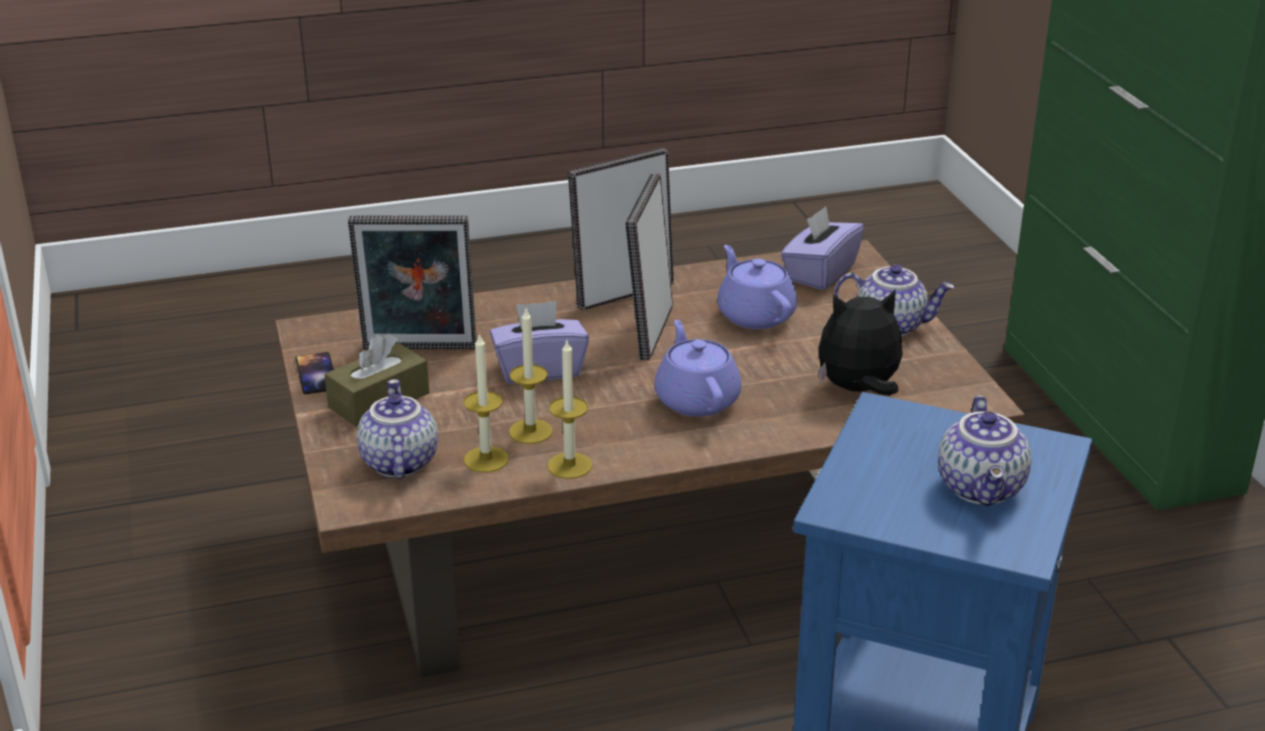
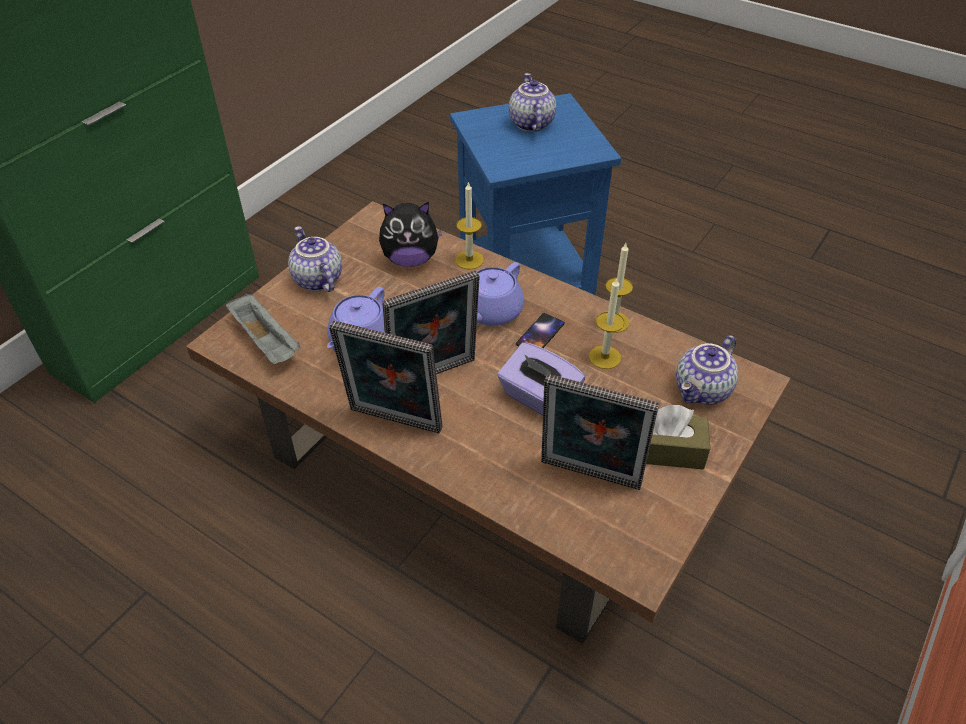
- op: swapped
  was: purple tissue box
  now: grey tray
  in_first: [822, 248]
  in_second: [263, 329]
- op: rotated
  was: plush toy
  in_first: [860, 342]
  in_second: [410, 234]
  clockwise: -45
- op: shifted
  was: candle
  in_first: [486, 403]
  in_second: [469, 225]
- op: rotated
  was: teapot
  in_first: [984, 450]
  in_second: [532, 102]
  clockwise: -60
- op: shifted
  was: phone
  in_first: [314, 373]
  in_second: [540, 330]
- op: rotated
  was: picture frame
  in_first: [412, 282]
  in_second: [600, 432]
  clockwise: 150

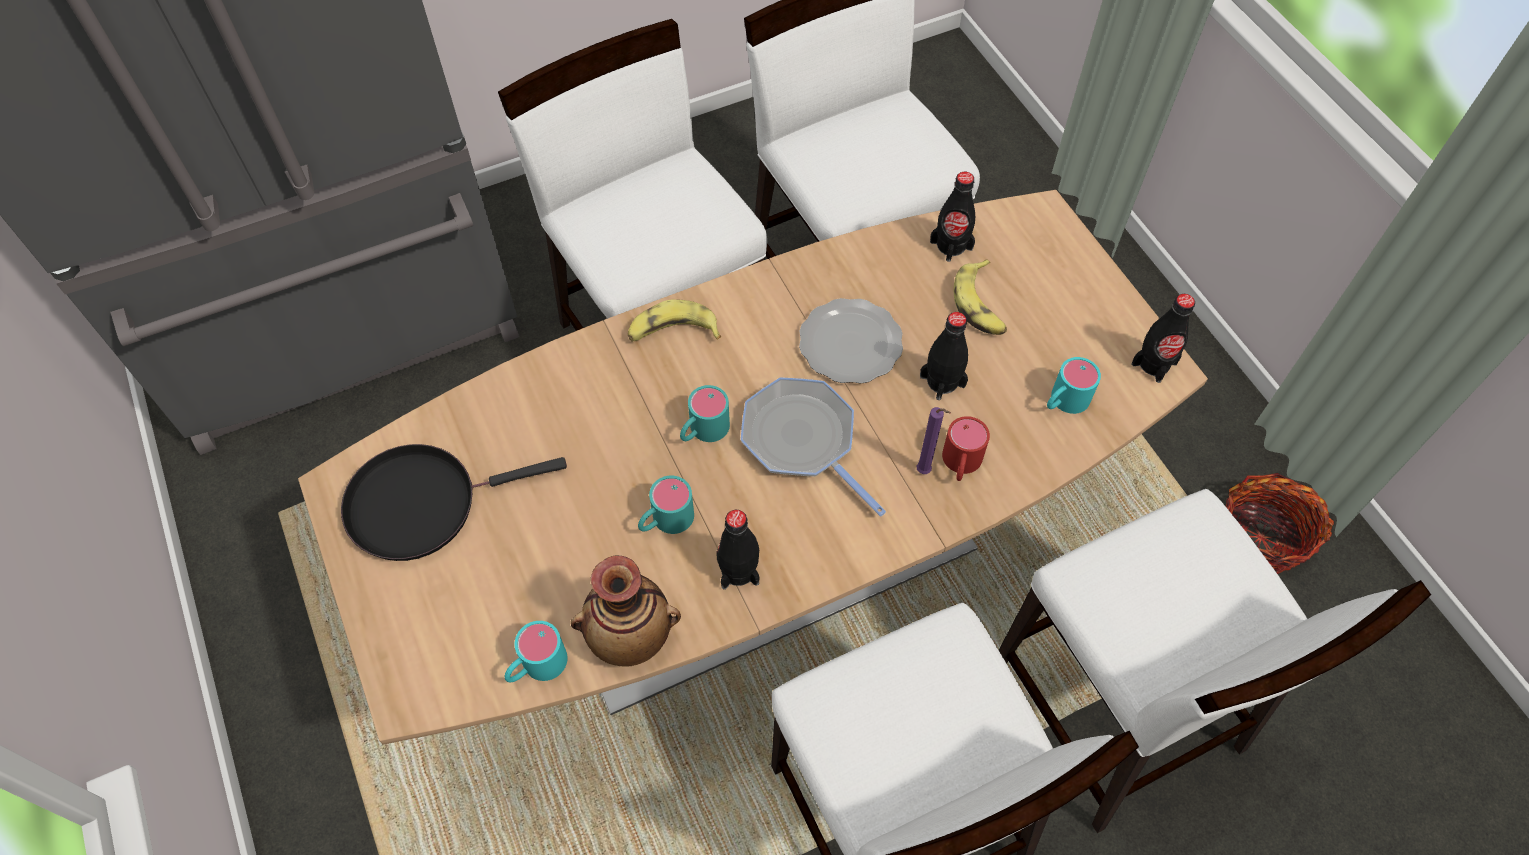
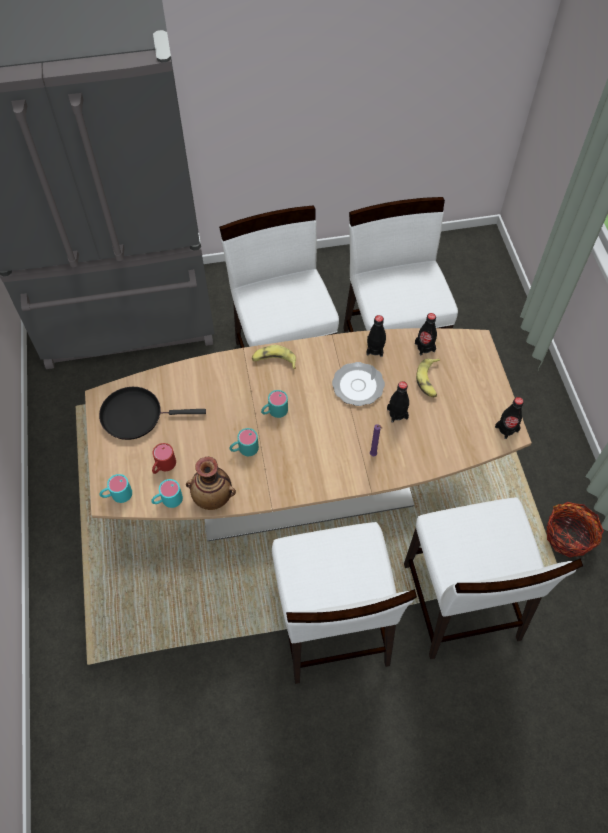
- op: shifted
  was: turquoise mug
  in_first: [1074, 385]
  in_second: [115, 488]
- op: shifted
  was: red mug
  in_first: [966, 448]
  in_second: [164, 458]
- op: shifted
  was: black bottle
  in_first: [737, 550]
  in_second: [376, 336]
- op: gone
  was: frying pan
  in_first: [813, 447]

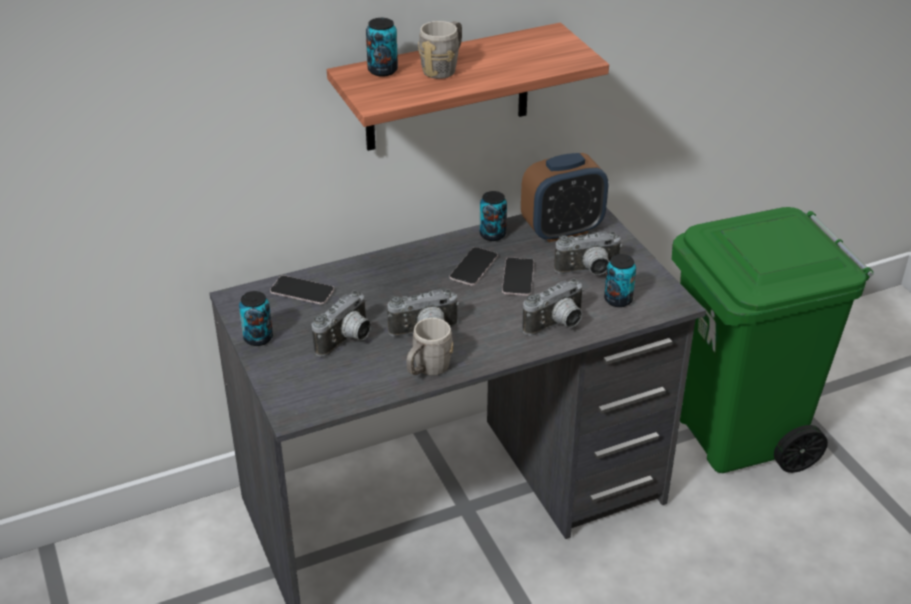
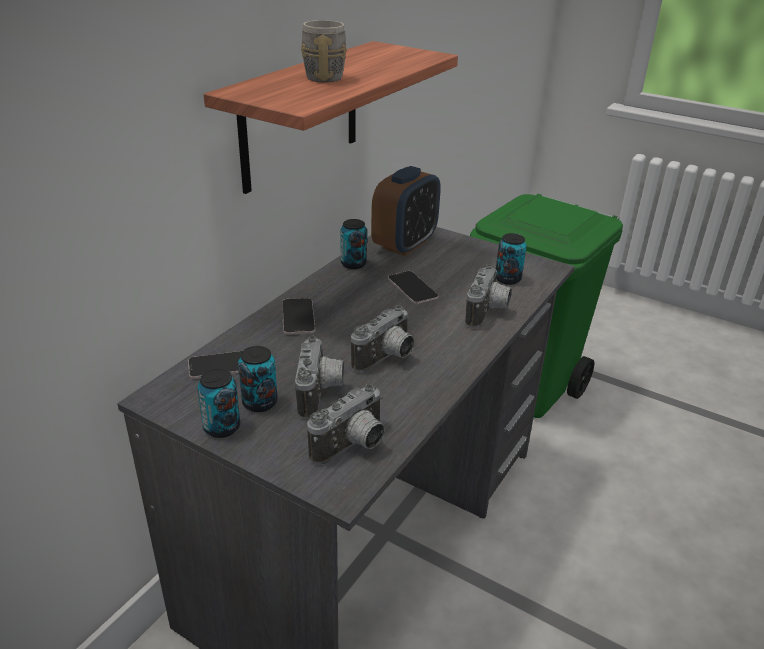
- op: shifted
  was: can
  in_first: [382, 47]
  in_second: [257, 379]
- op: shifted
  was: phone
  in_first: [474, 266]
  in_second: [298, 316]
- op: shifted
  was: photo camera
  in_first: [588, 253]
  in_second: [346, 424]
- op: gone
  was: grey mug
  in_first: [430, 347]

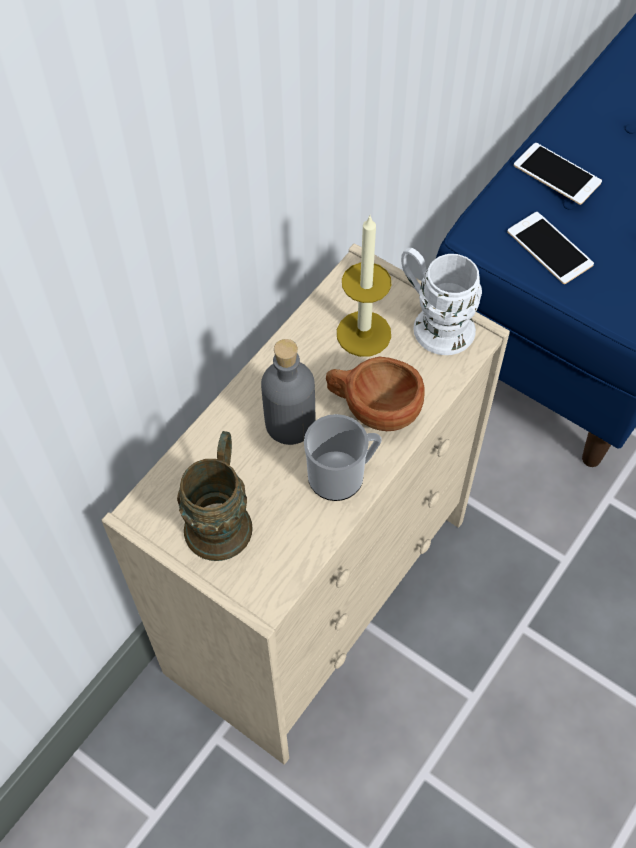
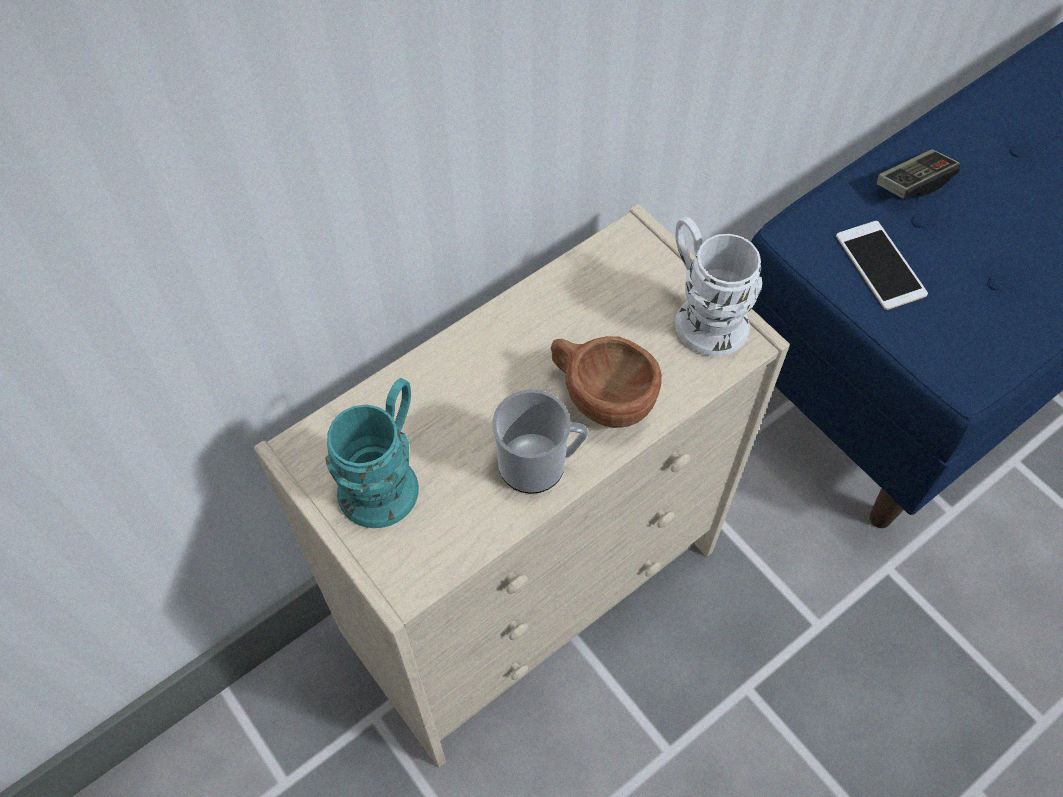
- op: repainted
  was: brown mug
  now: turquoise mug
  in_first: [215, 496]
  in_second: [372, 453]
- op: swapped
  was: phone
  now: game controller
  in_first: [558, 174]
  in_second: [918, 174]
- op: gone
  was: grey bottle
  in_first: [288, 392]
- op: gone
  was: candle
  in_first: [364, 285]

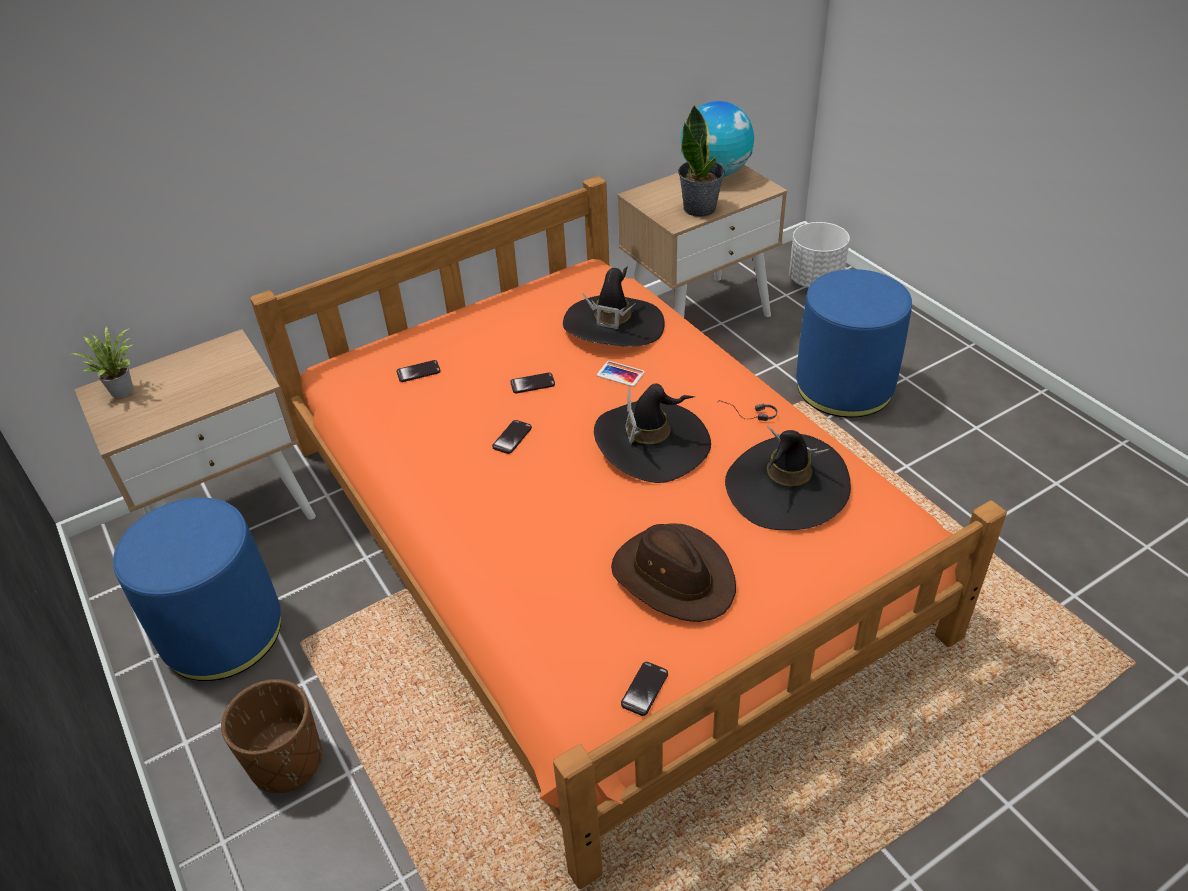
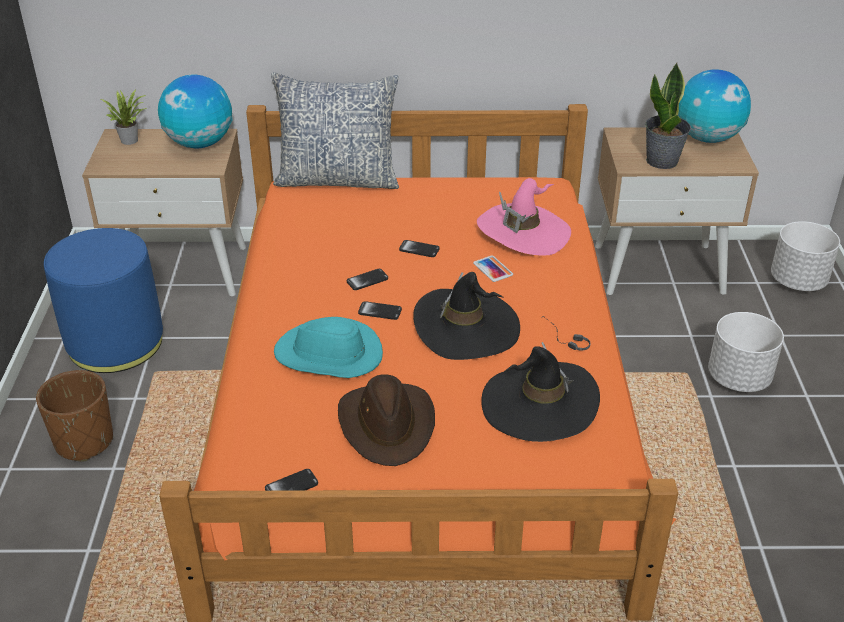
- op: new
  now: globe
  in_second: [195, 111]
- op: new
  now: pillow
  in_second: [335, 130]
- op: new
  now: turquoise hat
  in_second: [328, 347]
- op: shifted
  was: phone
  in_first: [418, 371]
  in_second: [380, 310]
- op: repainted
  was: black hat
  now: pink hat
  in_first: [614, 306]
  in_second: [524, 217]
- op: swapped
  was: blue ottoman
  now: white planter
  in_first: [854, 343]
  in_second: [746, 352]

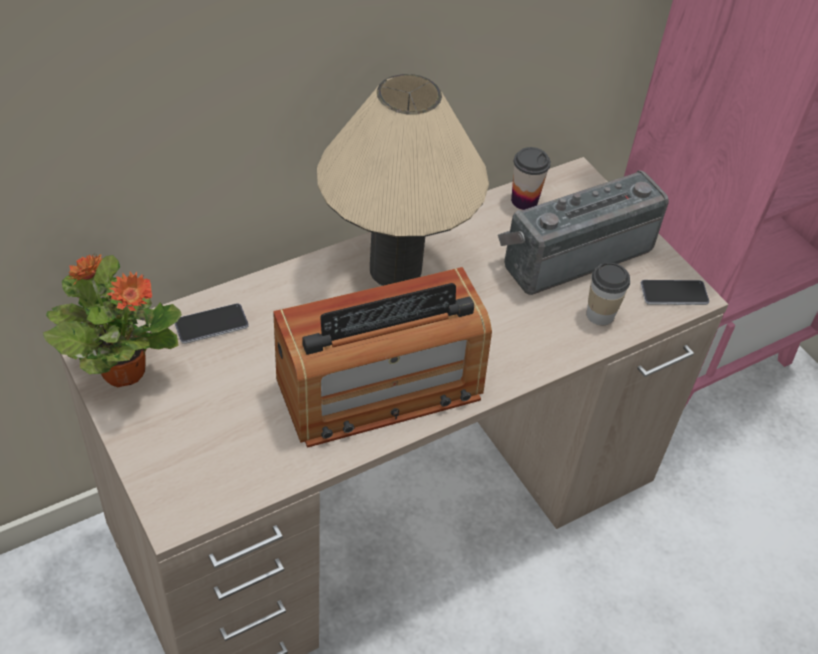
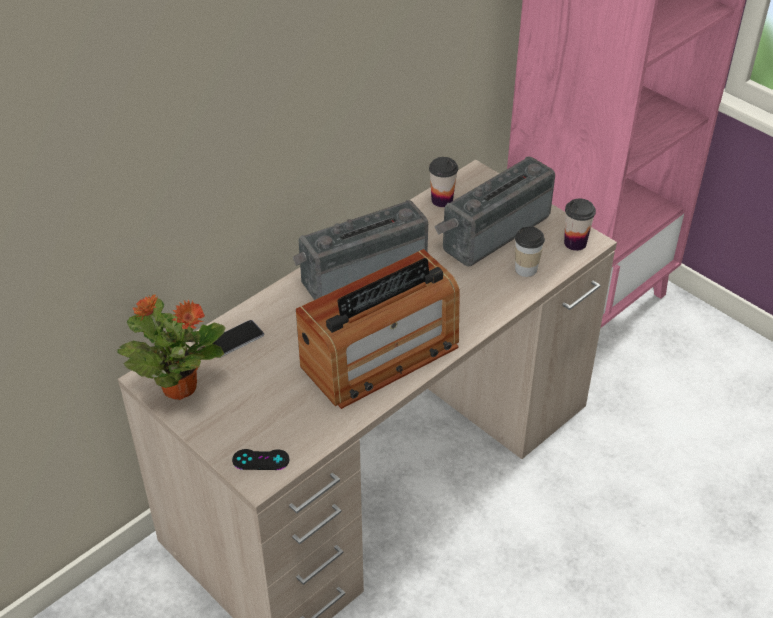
- op: new
  now: black game controller
  in_second: [260, 459]
- op: swapped
  was: beige table lamp
  now: radio
  in_first: [403, 180]
  in_second: [360, 250]
- op: swapped
  was: phone
  now: cup
  in_first: [674, 292]
  in_second: [580, 225]

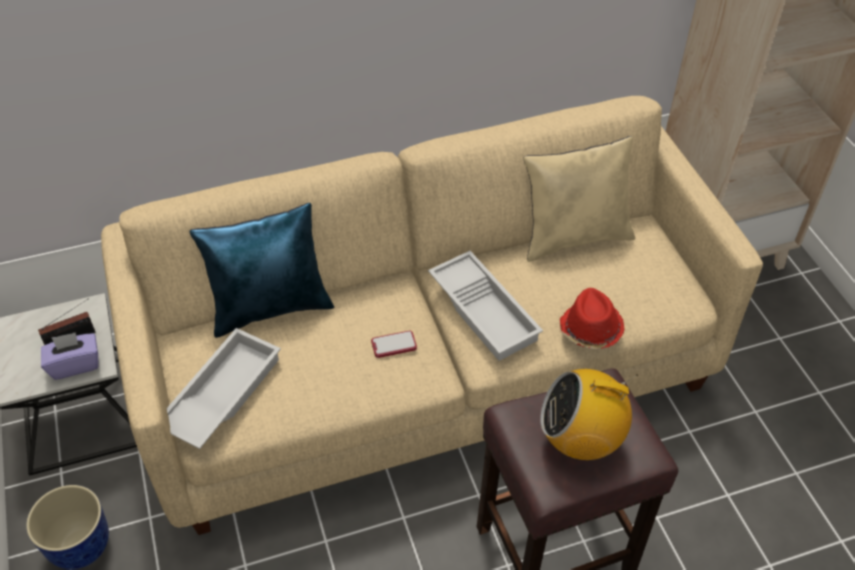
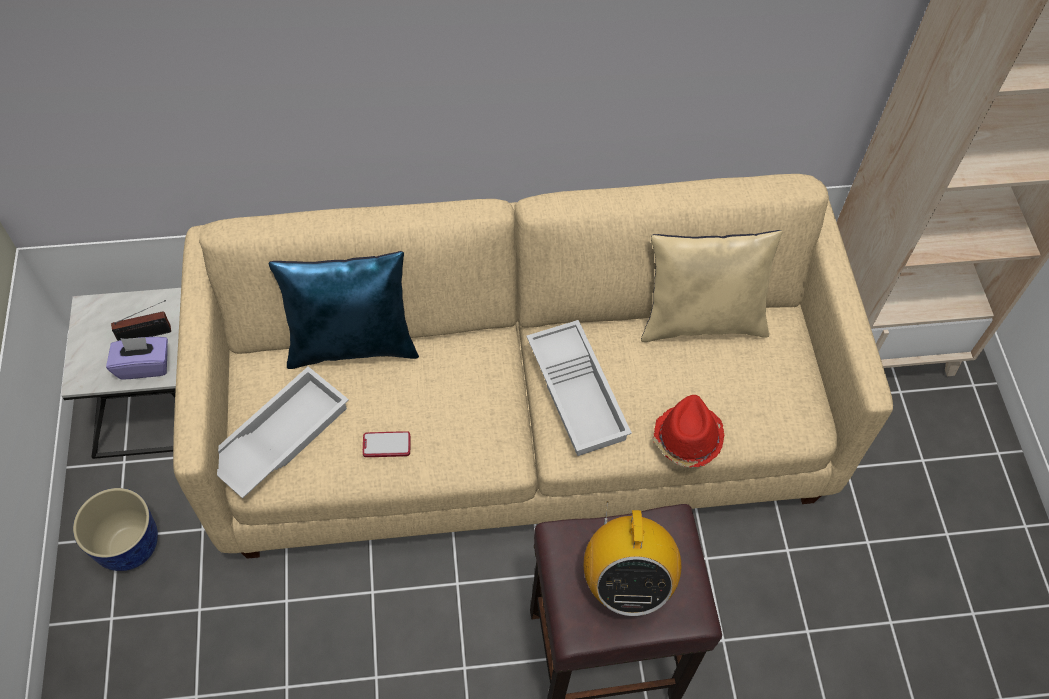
- op: shifted
  was: phone
  in_first: [394, 344]
  in_second: [386, 444]
- op: rotated
  was: radio
  in_first: [589, 414]
  in_second: [632, 558]
  clockwise: -105

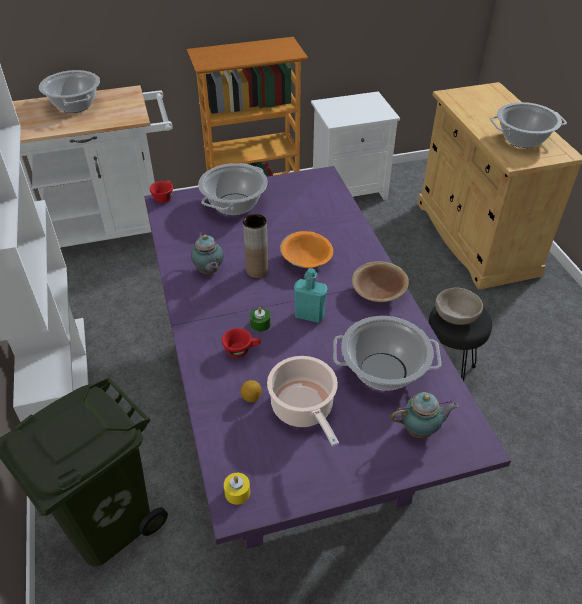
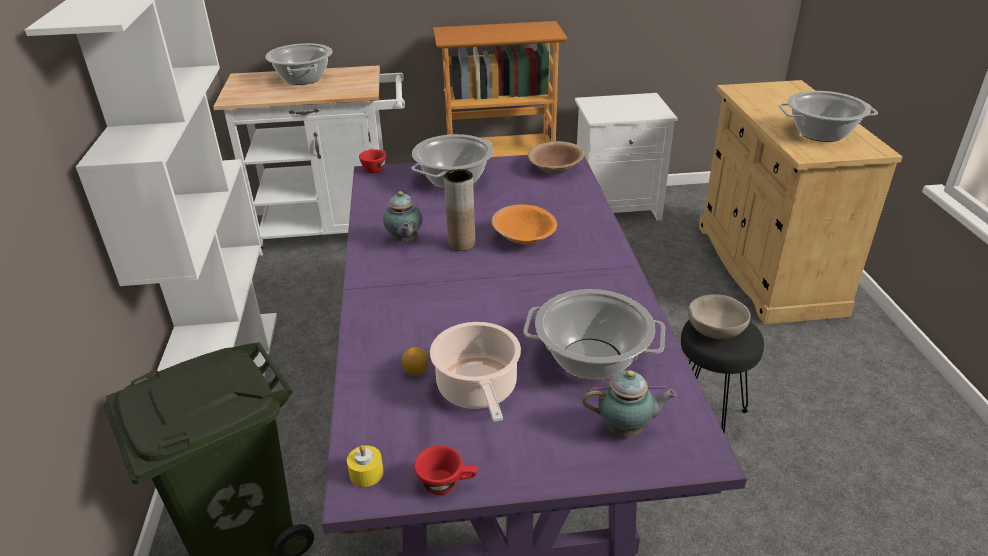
- op: shifted
  was: red cup
  in_first: [241, 343]
  in_second: [446, 470]
- op: shifted
  was: brown bowl
  in_first: [380, 281]
  in_second: [556, 157]
- op: gone
  was: green candle
  in_first: [260, 319]
- op: gone
  was: turquoise bottle
  in_first: [311, 295]

